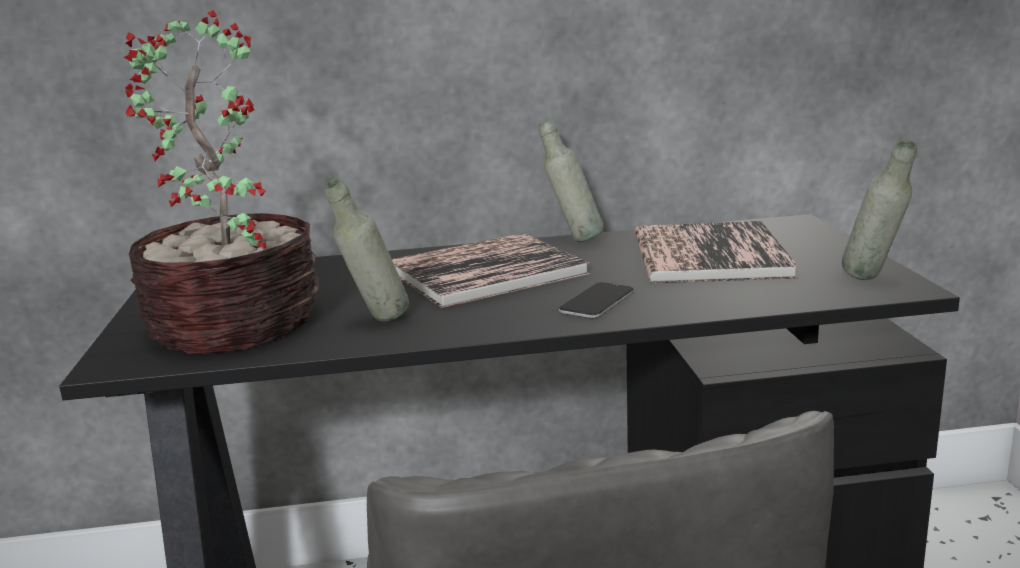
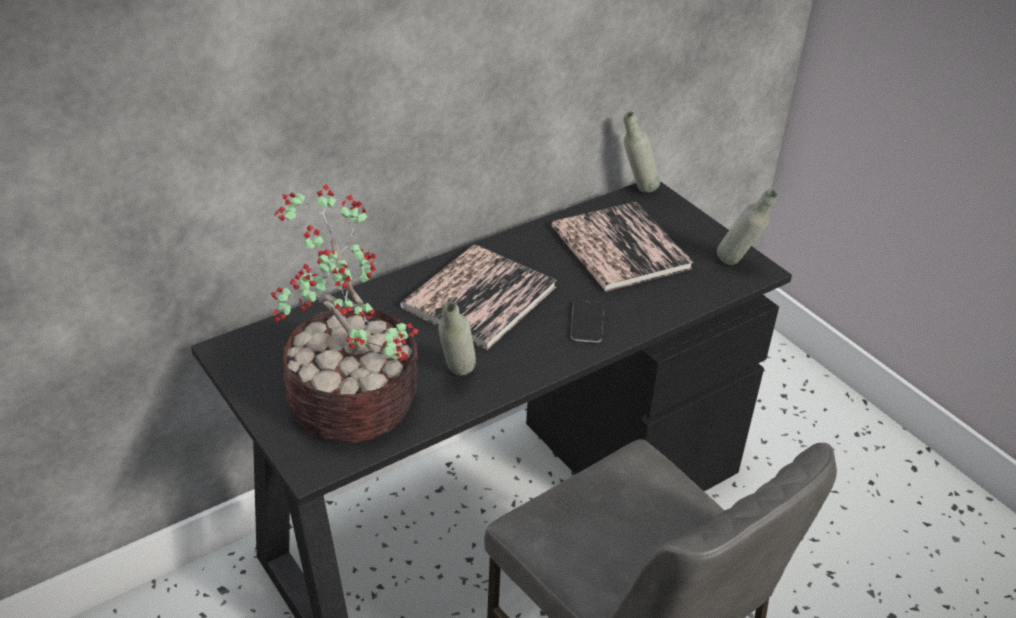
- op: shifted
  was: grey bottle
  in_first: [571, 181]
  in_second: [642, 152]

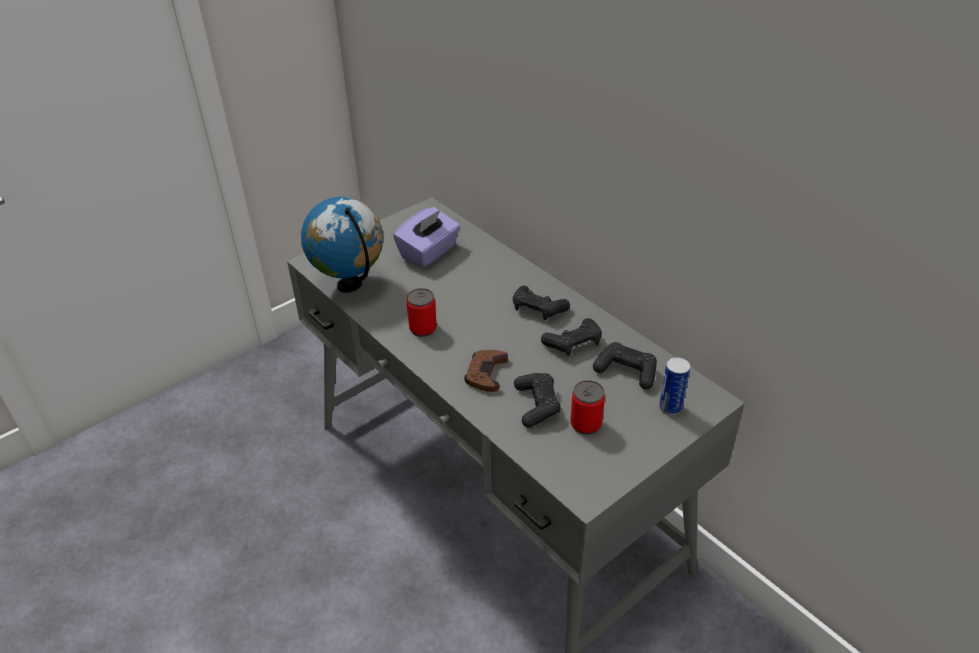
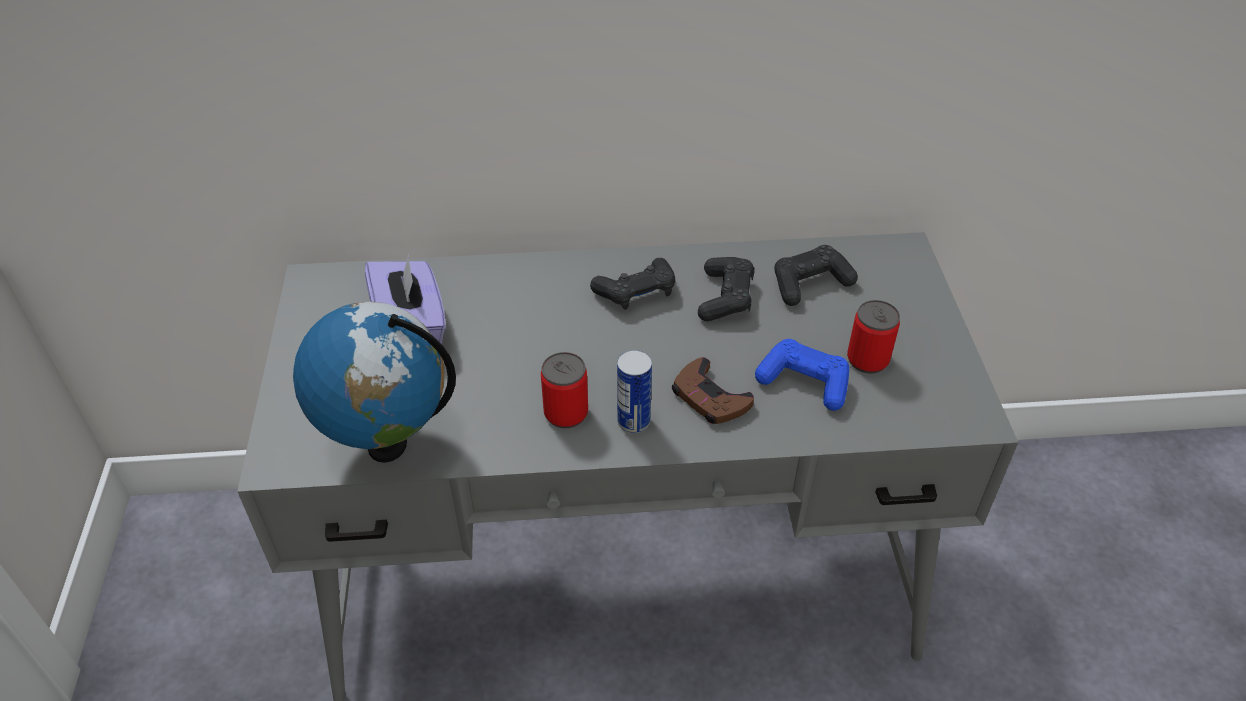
- op: shifted
  was: can
  in_first: [674, 386]
  in_second: [634, 391]
- op: repainted
  was: black game controller
  now: blue game controller
  in_first: [537, 400]
  in_second: [802, 375]

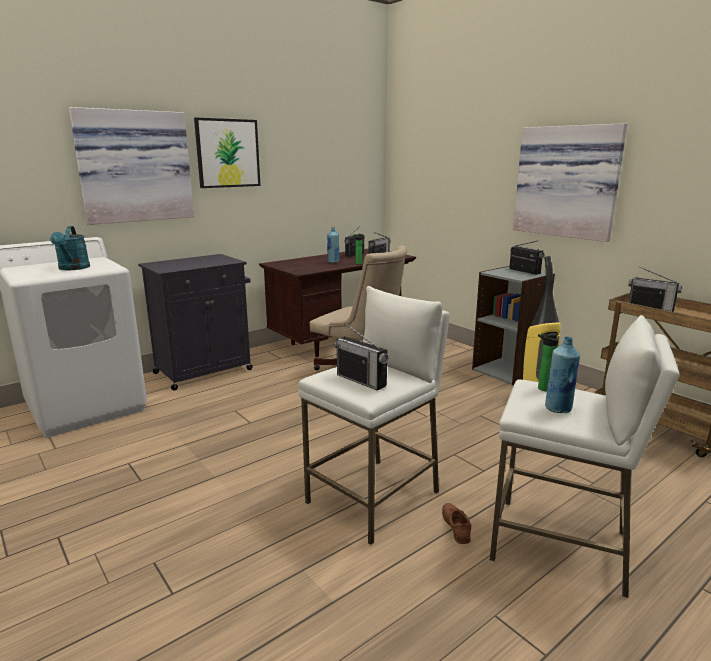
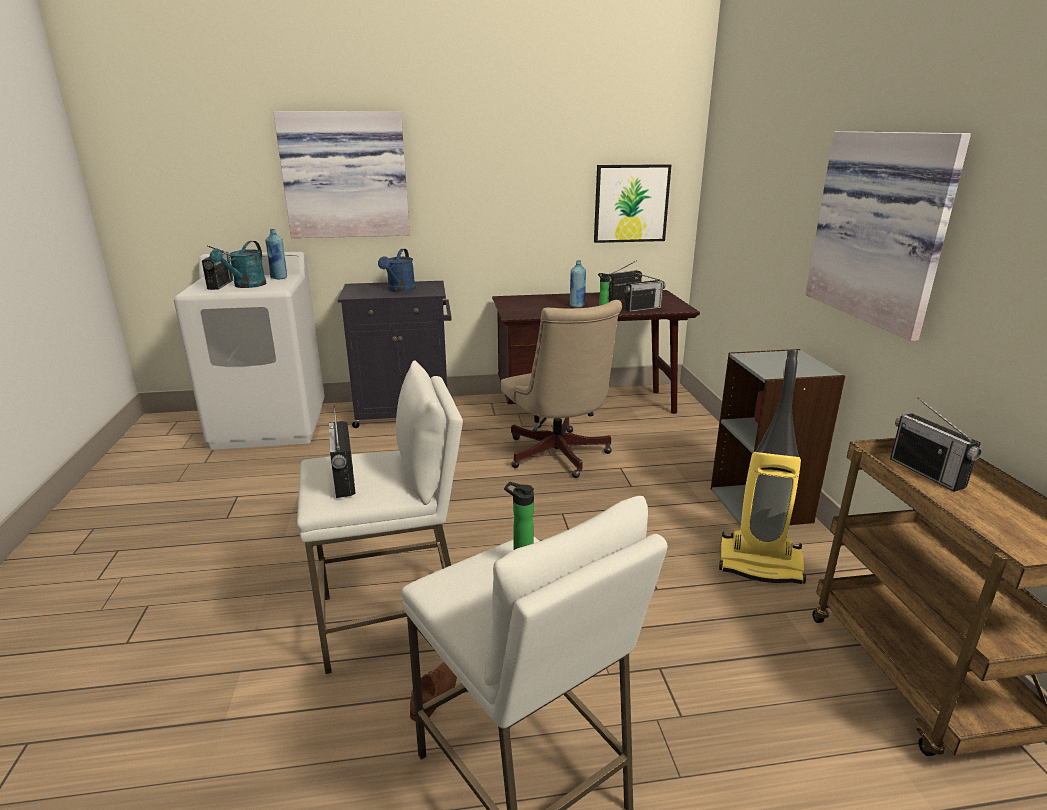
- op: shifted
  was: radio
  in_first: [527, 257]
  in_second: [217, 268]
- op: shifted
  was: blue bottle
  in_first: [562, 375]
  in_second: [276, 254]
- op: new
  now: blue watering can
  in_second: [397, 270]
- op: shifted
  was: picture
  in_first: [227, 153]
  in_second: [632, 203]

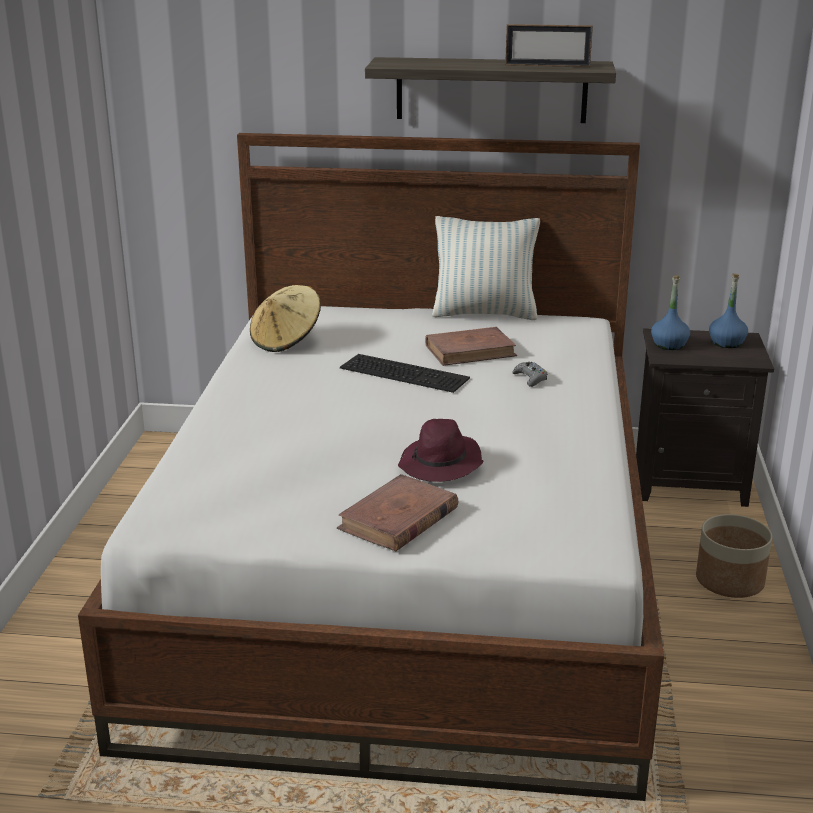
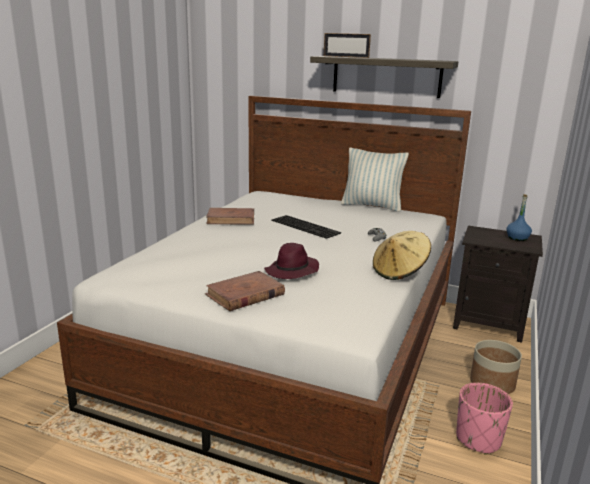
- op: shifted
  was: brown book
  in_first: [471, 346]
  in_second: [230, 216]
- op: shifted
  was: picture frame
  in_first: [549, 45]
  in_second: [347, 45]
- op: shifted
  was: beige hat
  in_first: [285, 318]
  in_second: [402, 255]
- op: new
  now: pink planter
  in_second: [484, 419]
- op: gone
  was: blue bottle
  in_first: [670, 312]

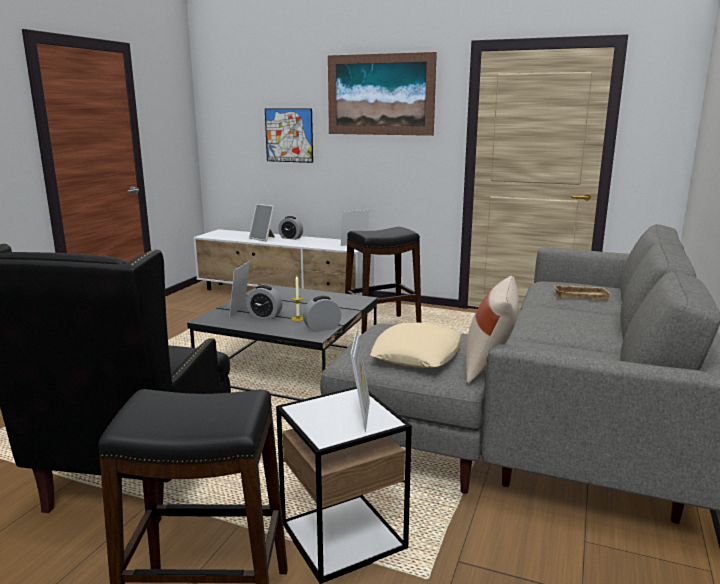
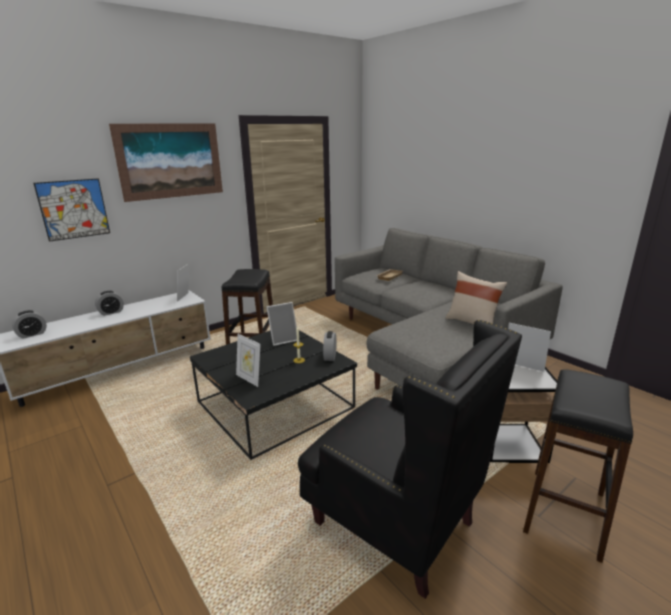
- op: shifted
  was: alarm clock
  in_first: [264, 302]
  in_second: [29, 324]
- op: shifted
  was: picture frame
  in_first: [262, 223]
  in_second: [281, 324]
- op: gone
  was: beige pillow
  in_first: [416, 345]

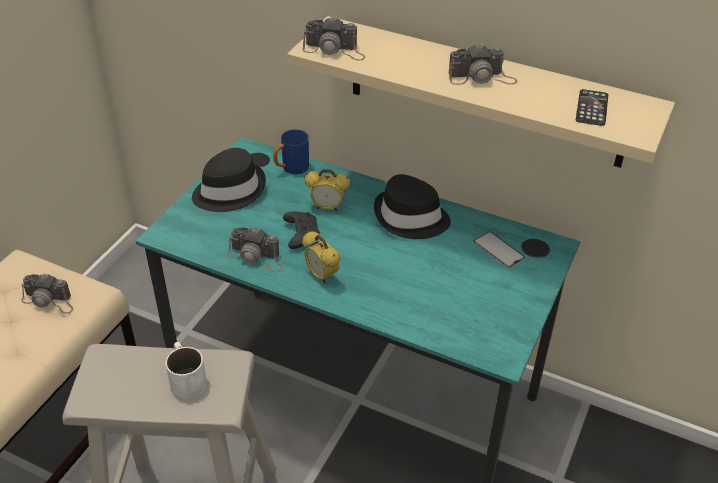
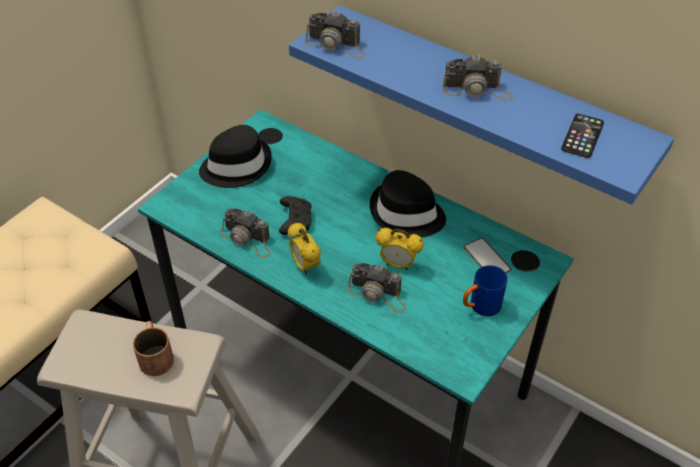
- op: repainted
  was: white mug
  now: brown mug
  in_first: [186, 370]
  in_second: [153, 348]
- op: repainted
  was: beige shelf
  now: blue shelf
  in_first: [481, 92]
  in_second: [481, 105]
- op: shifted
  was: photo camera
  in_first: [47, 293]
  in_second: [376, 288]
- op: shifted
  was: alarm clock
  in_first: [327, 190]
  in_second: [399, 249]
- op: shifted
  was: blue mug
  in_first: [291, 151]
  in_second: [485, 290]

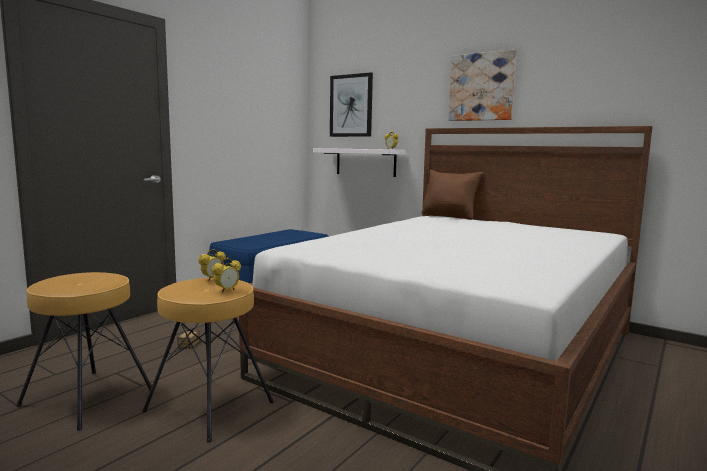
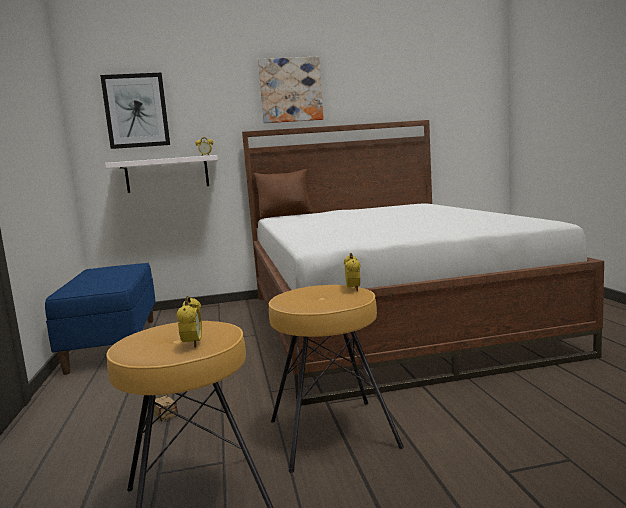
- op: shifted
  was: alarm clock
  in_first: [212, 265]
  in_second: [189, 322]

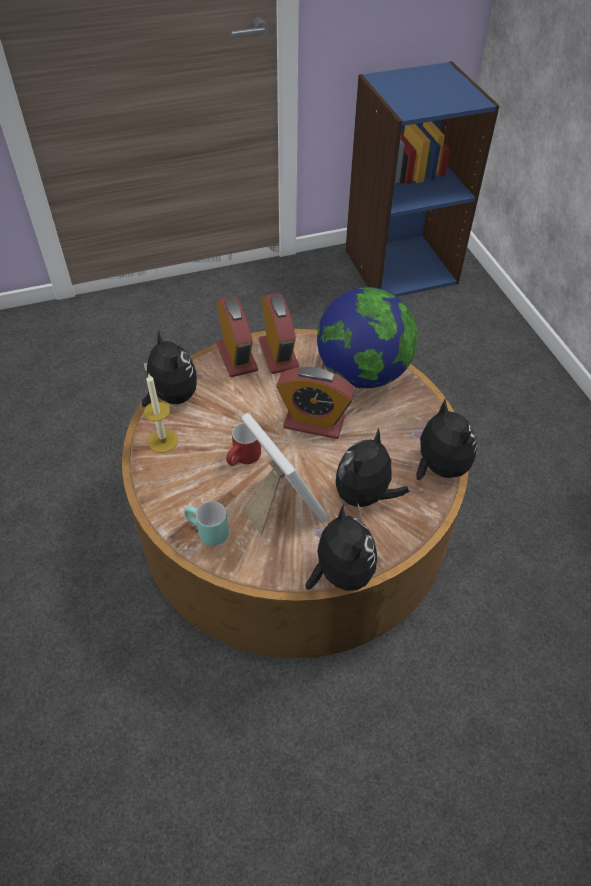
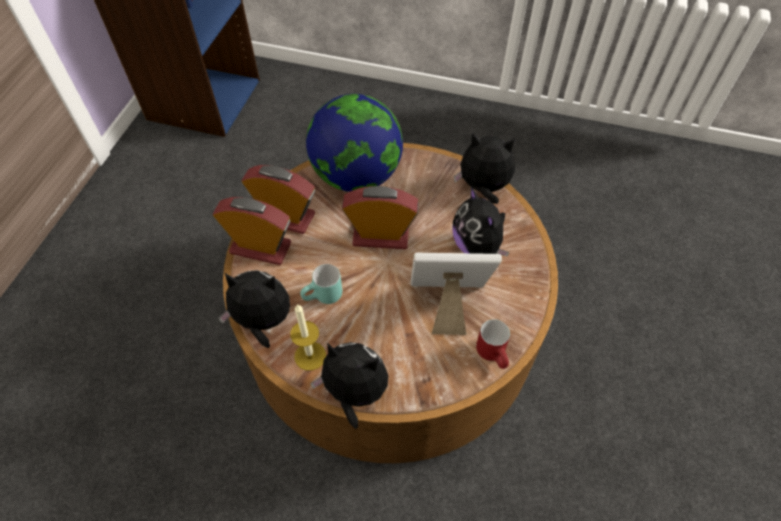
- op: shifted
  was: turquoise mug
  in_first: [206, 523]
  in_second: [321, 284]
- op: shifted
  was: plush toy
  in_first: [341, 547]
  in_second: [349, 385]
- op: rotated
  was: alarm clock
  in_first: [315, 403]
  in_second: [380, 217]
  clockwise: -135
- op: shifted
  was: red mug
  in_first: [243, 444]
  in_second: [493, 344]

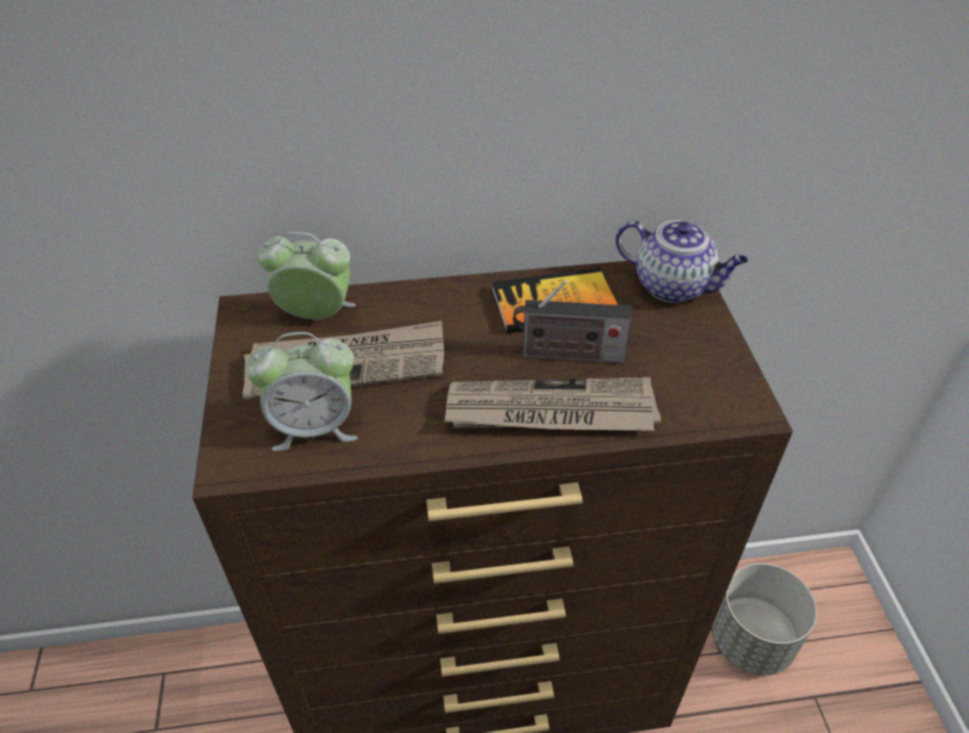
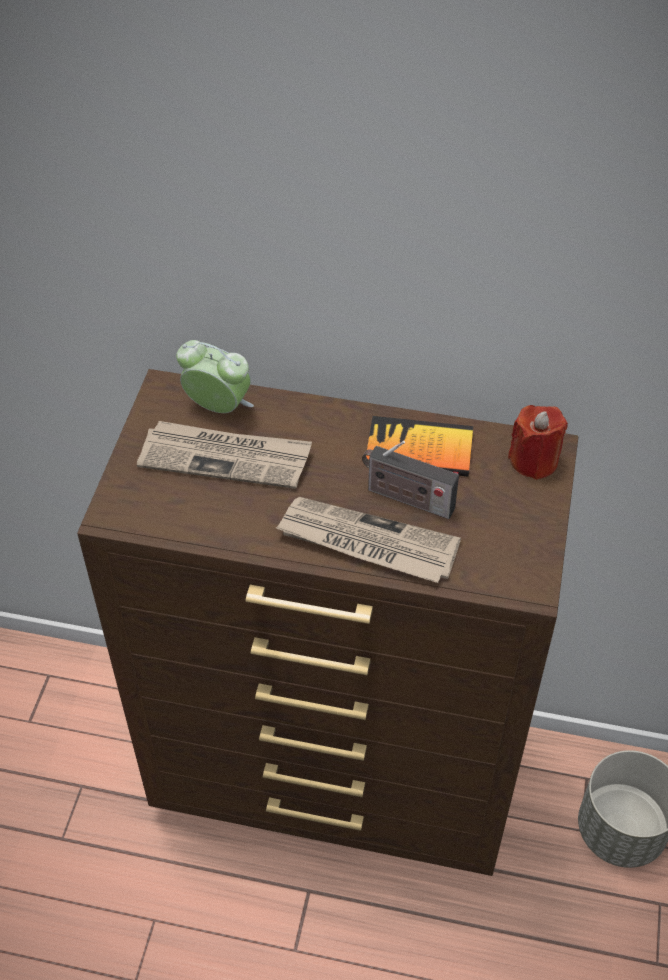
- op: swapped
  was: teapot
  now: red candle
  in_first: [682, 261]
  in_second: [538, 442]
- op: gone
  was: alarm clock
  in_first: [302, 391]

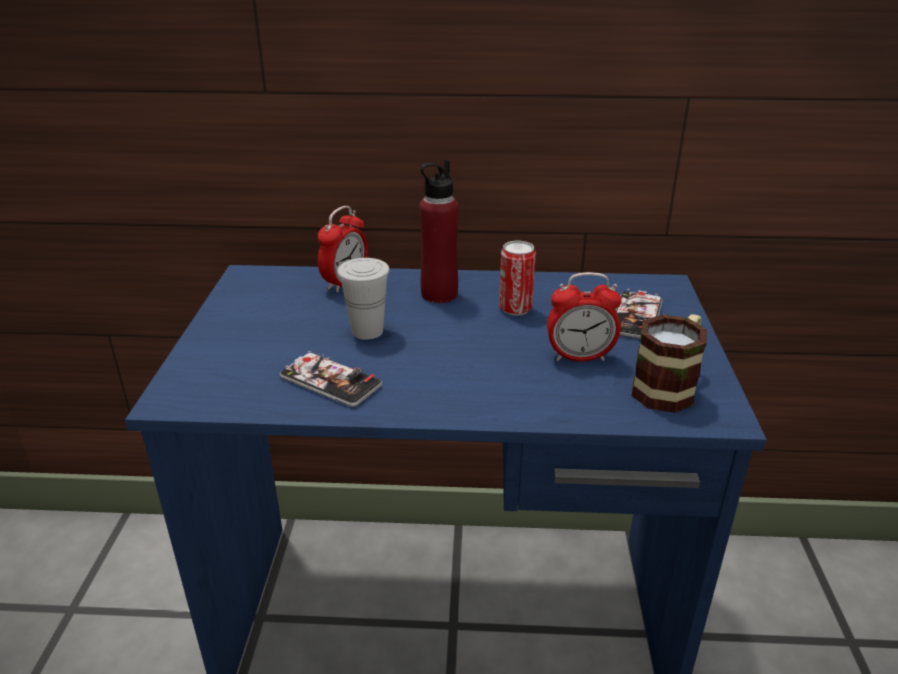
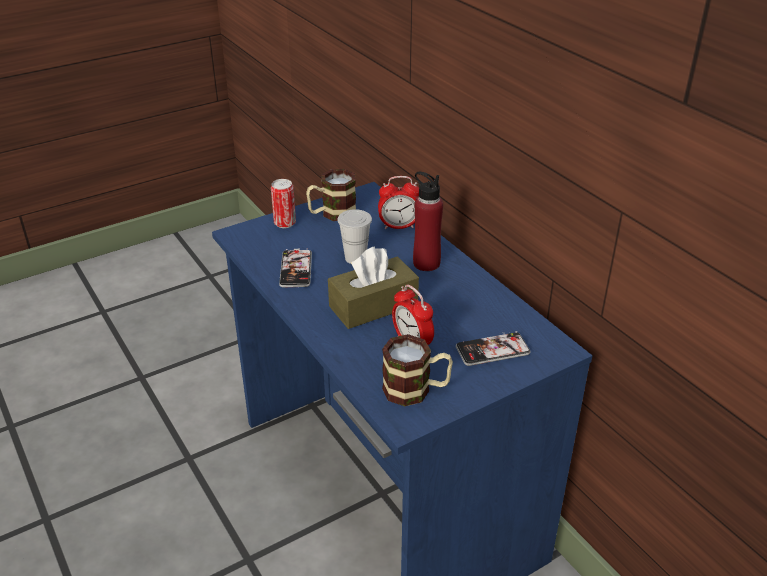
- op: shifted
  was: can
  in_first: [517, 278]
  in_second: [283, 203]
- op: new
  now: mug
  in_second: [331, 195]
- op: new
  now: brown tissue box
  in_second: [373, 288]

